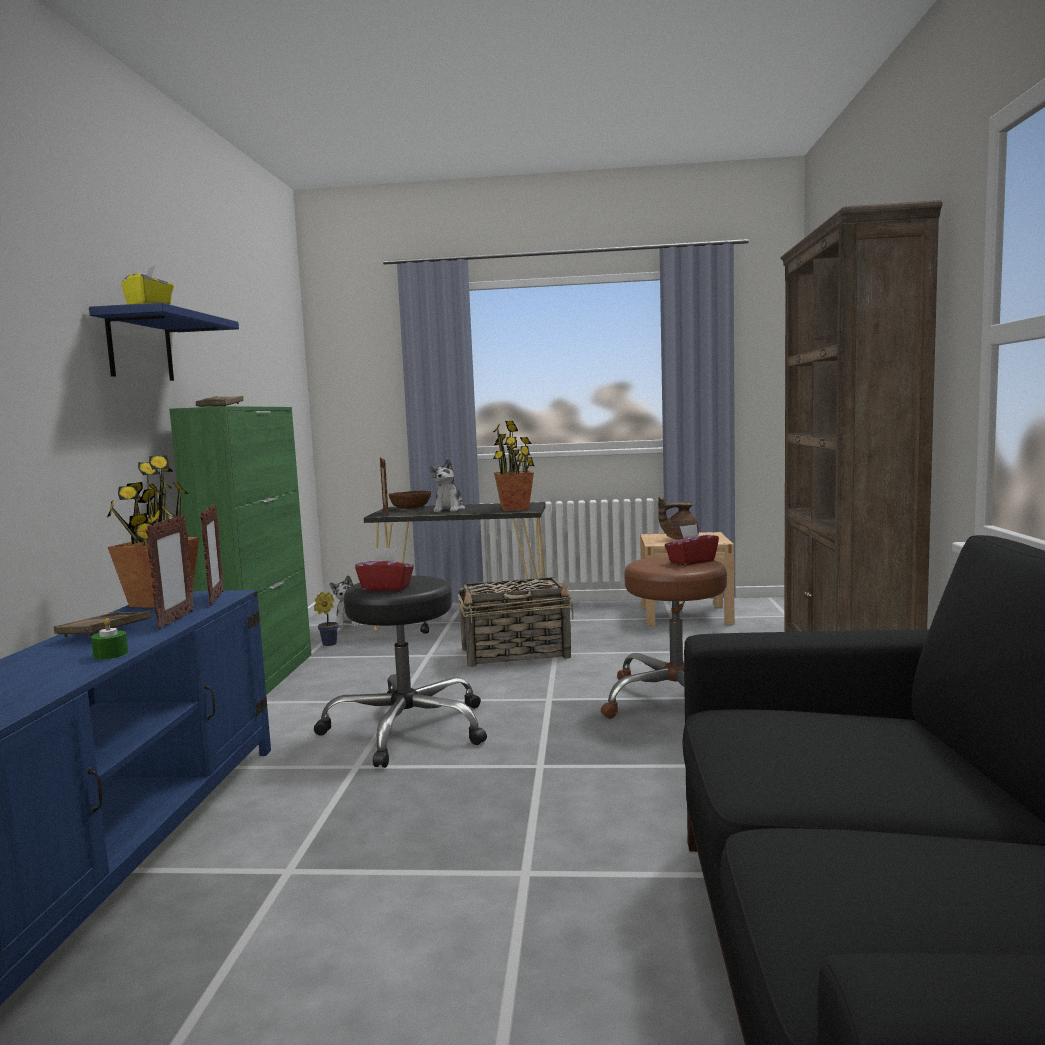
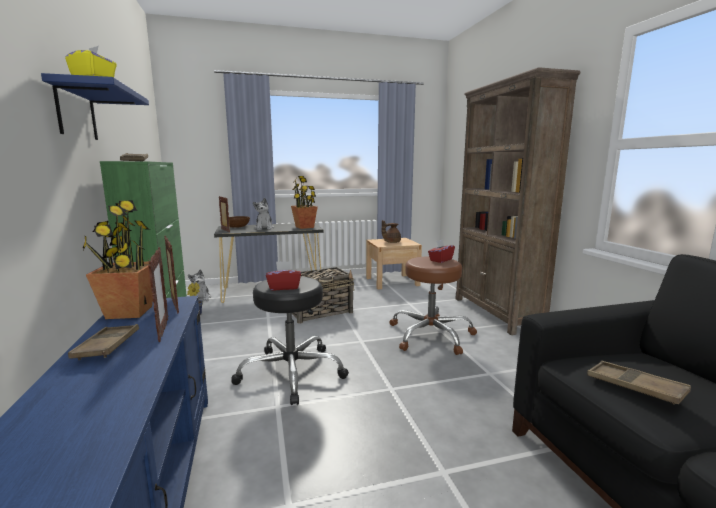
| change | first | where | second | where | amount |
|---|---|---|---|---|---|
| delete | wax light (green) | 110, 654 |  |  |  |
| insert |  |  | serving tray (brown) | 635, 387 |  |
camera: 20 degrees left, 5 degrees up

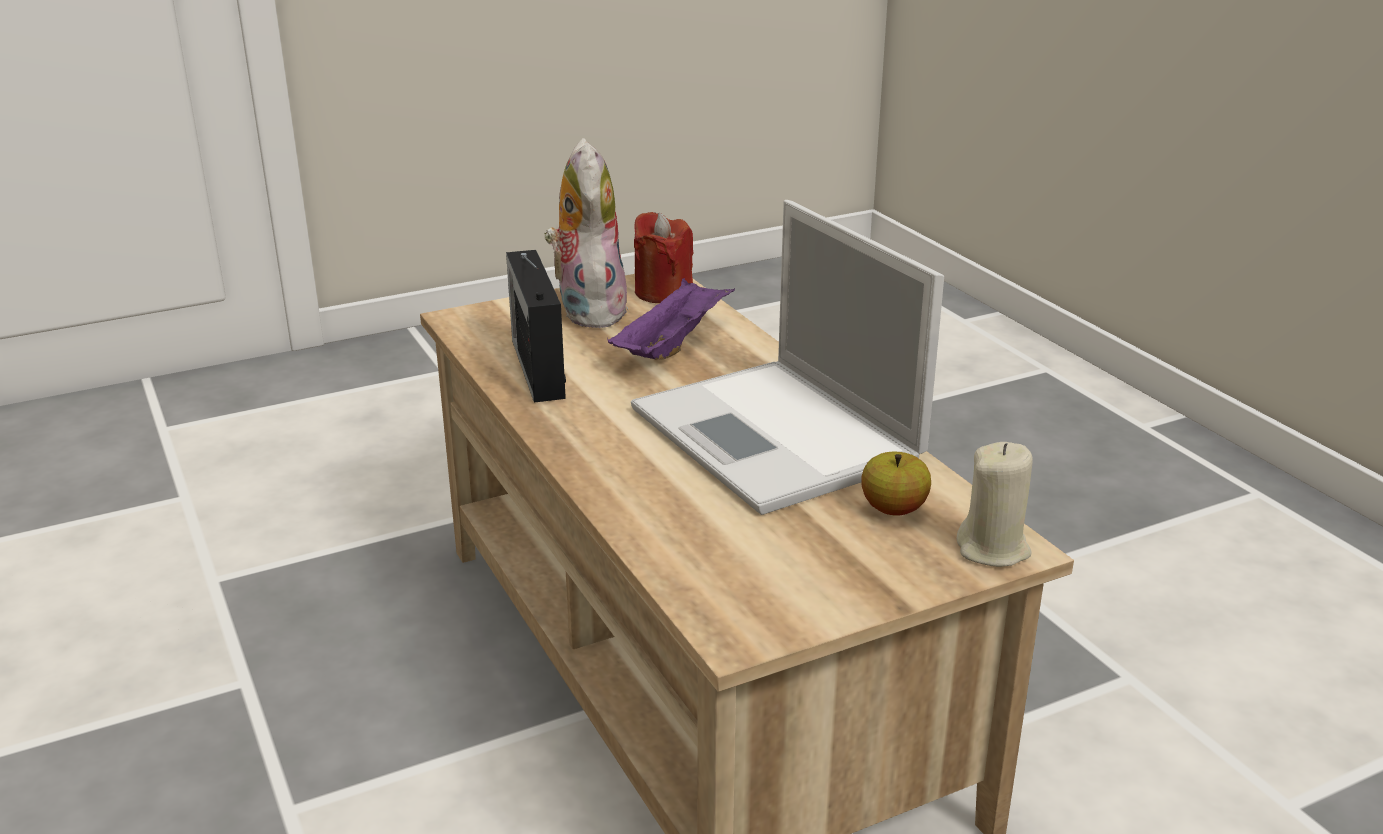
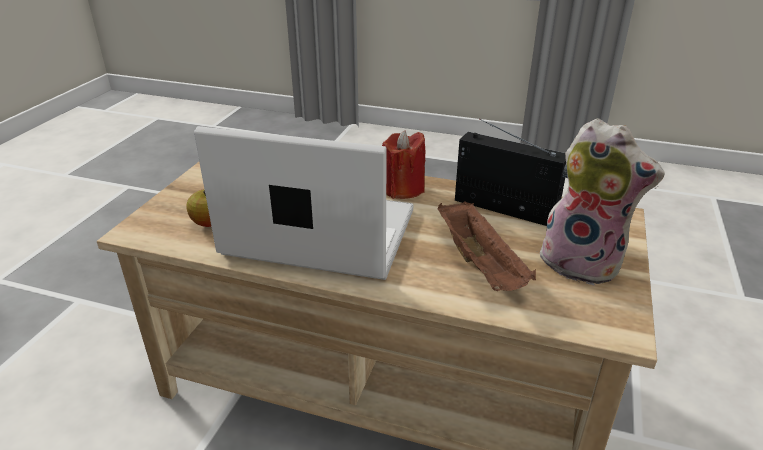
| change | first | where | second | where | amount |
|---|---|---|---|---|---|
| recolor | serving tray (purple) | 672, 344 | serving tray (brown) | 481, 265 |  |
| move | wax light (red-coloured) | 663, 292 |  | 403, 189 |  |
| delete | wax light (beige-coloured) | 993, 549 |  |  |  |
camera: 135 degrees right, 5 degrees up

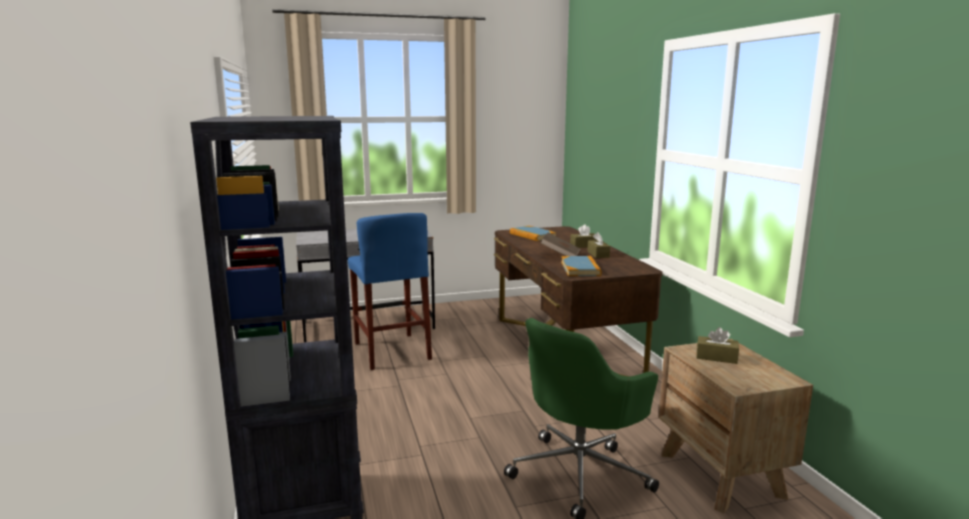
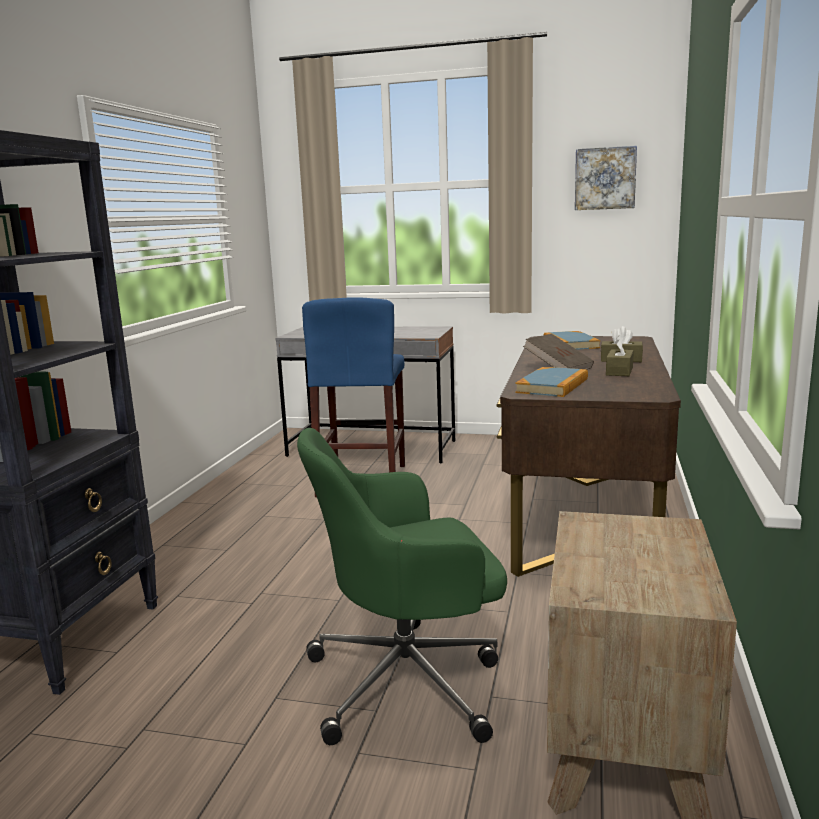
| change | first | where | second | where | amount |
|---|---|---|---|---|---|
| delete | tissue holder (brown) | 716, 357 |  |  |  |
| insert |  |  | picture | 605, 178 |  |
camera: 30 degrees right, 0 degrees up

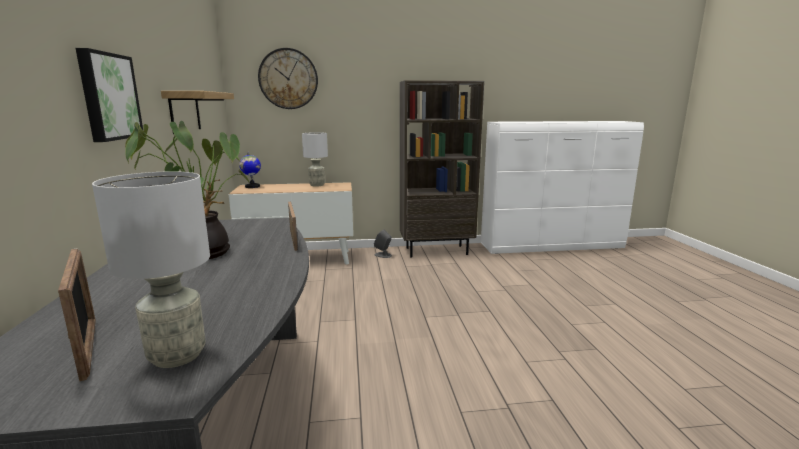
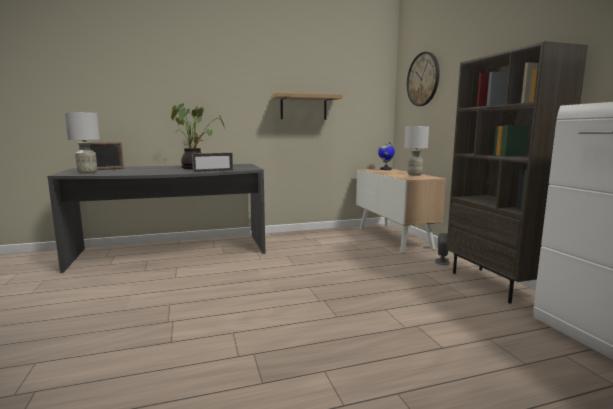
| change | first | where | second | where | amount |
|---|---|---|---|---|---|
| delete | picture | 108, 96 |  |  |  |
camera: 80 degrees right, 5 degrees down

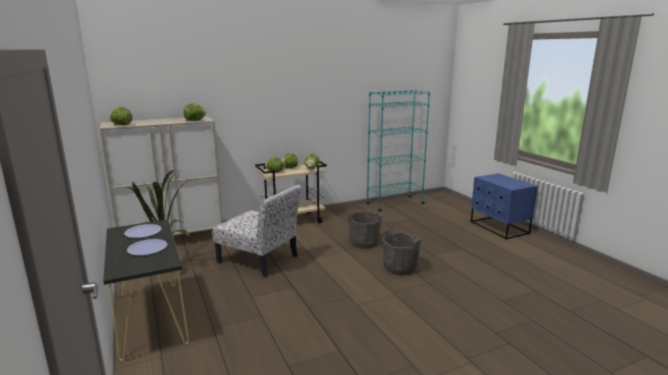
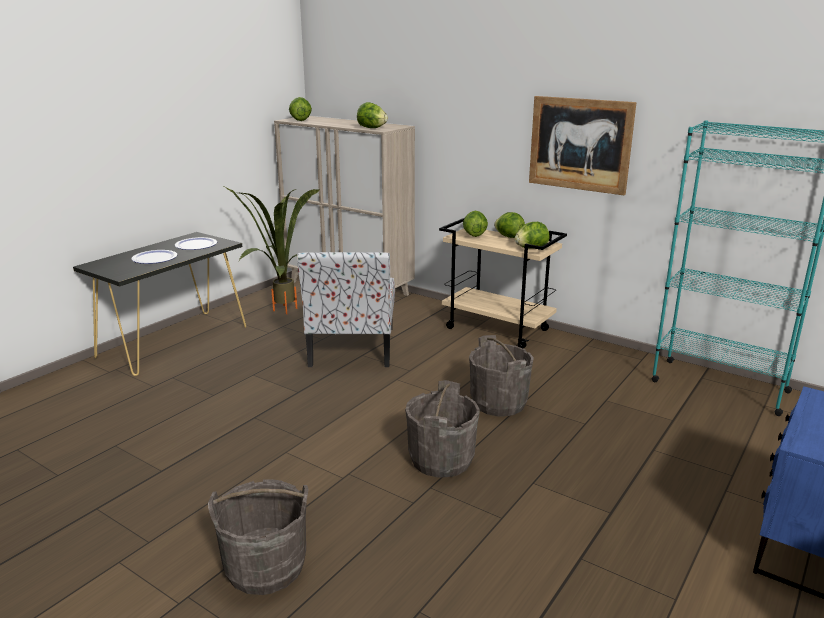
| change | first | where | second | where | amount |
|---|---|---|---|---|---|
| insert |  |  | pail (greyish) | 265, 567 |  |
| insert |  |  | picture | 580, 144 |  |
camera: 60 degrees right, 5 degrees up

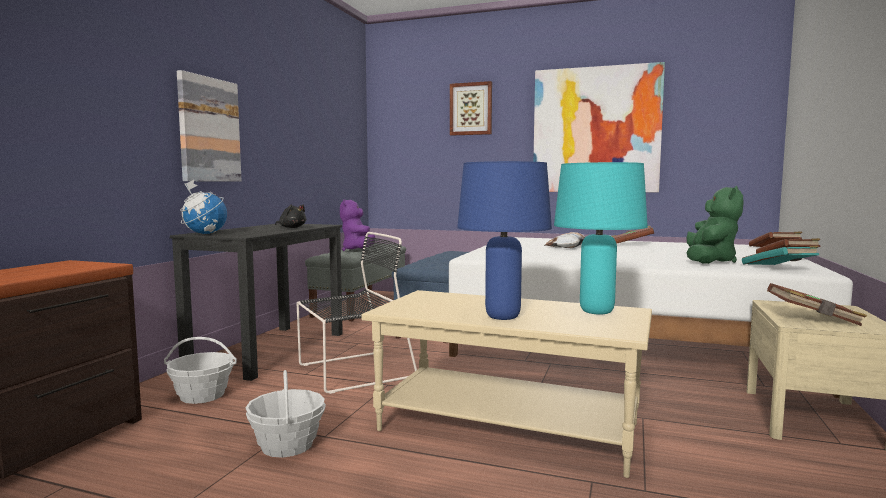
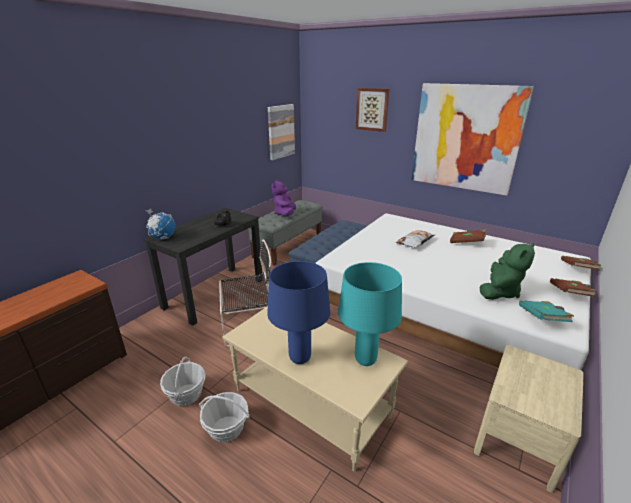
| change | first | where | second | where | amount |
|---|---|---|---|---|---|
| move | storage basket | 202, 395 |  | 227, 429 |  |
| move | picture | 208, 130 |  | 280, 131 |  |
| delete | volume (brown) | 813, 319 |  |  |  |
camera: 15 degrees right, 20 degrees up

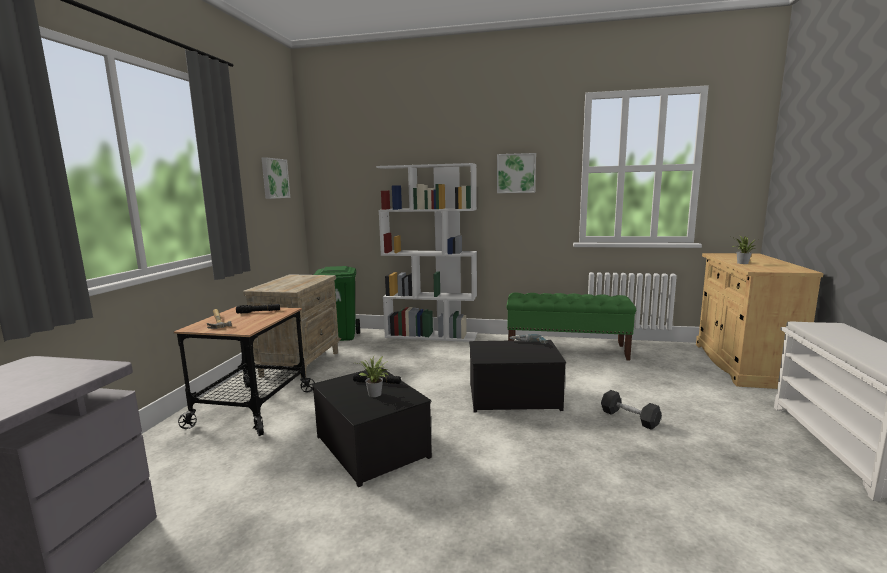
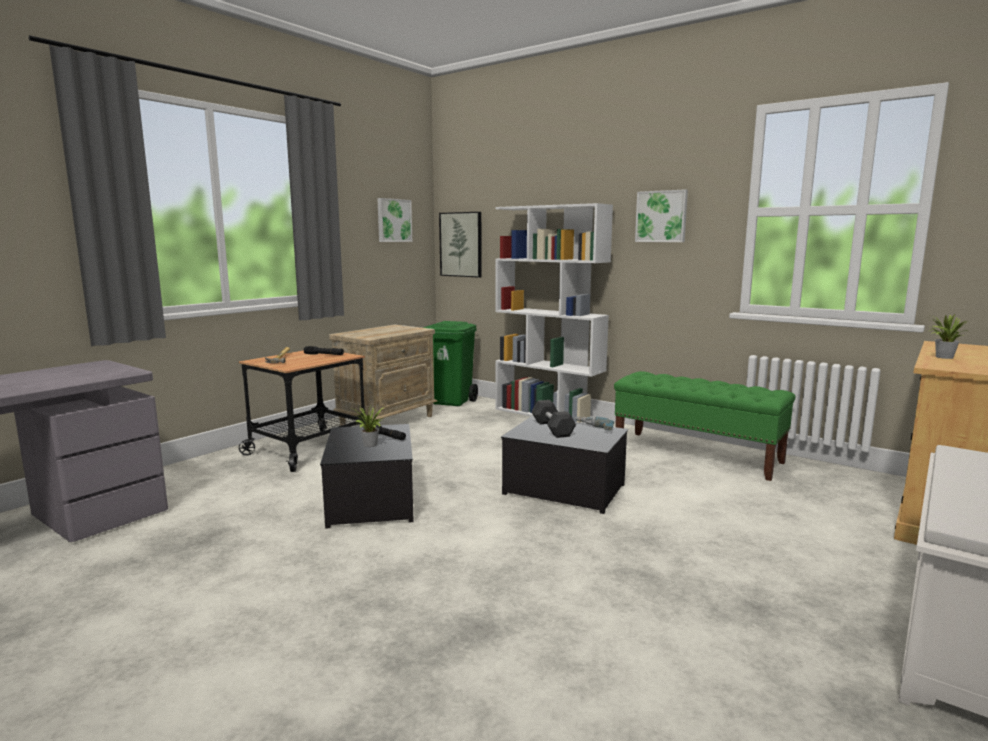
| change | first | where | second | where | amount |
|---|---|---|---|---|---|
| move | hand weight (greyish) | 629, 418 |  | 552, 428 |  |
| insert |  |  | picture | 461, 244 |  |
camera: 25 degrees right, 0 degrees up

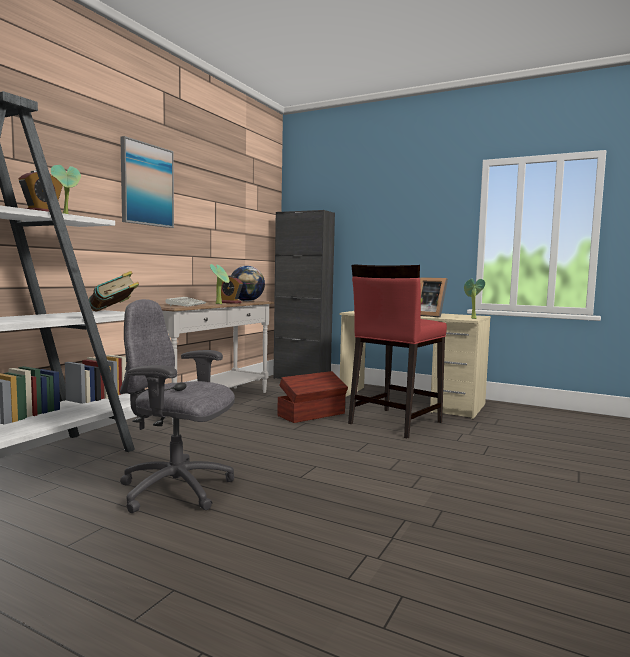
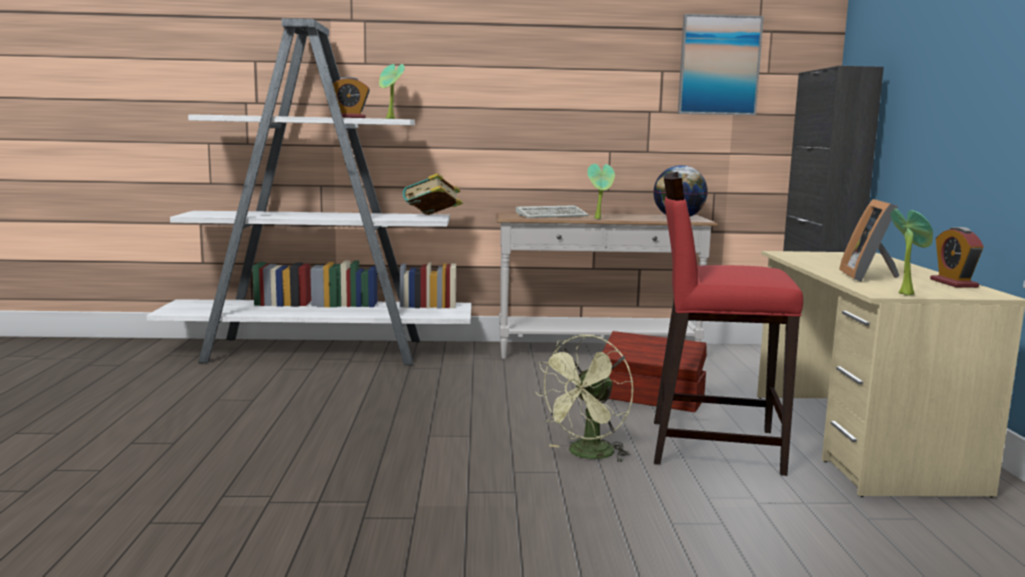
| change | first | where | second | where | amount |
|---|---|---|---|---|---|
| move | picture | 147, 185 |  | 719, 65 |  |
| delete | office chair (greyish) | 177, 490 |  |  |  |
| move | alarm clock | 229, 302 |  | 953, 283 |  |
| insert |  |  | fan (green) | 587, 455 |  |
camera: 60 degrees right, 5 degrees up

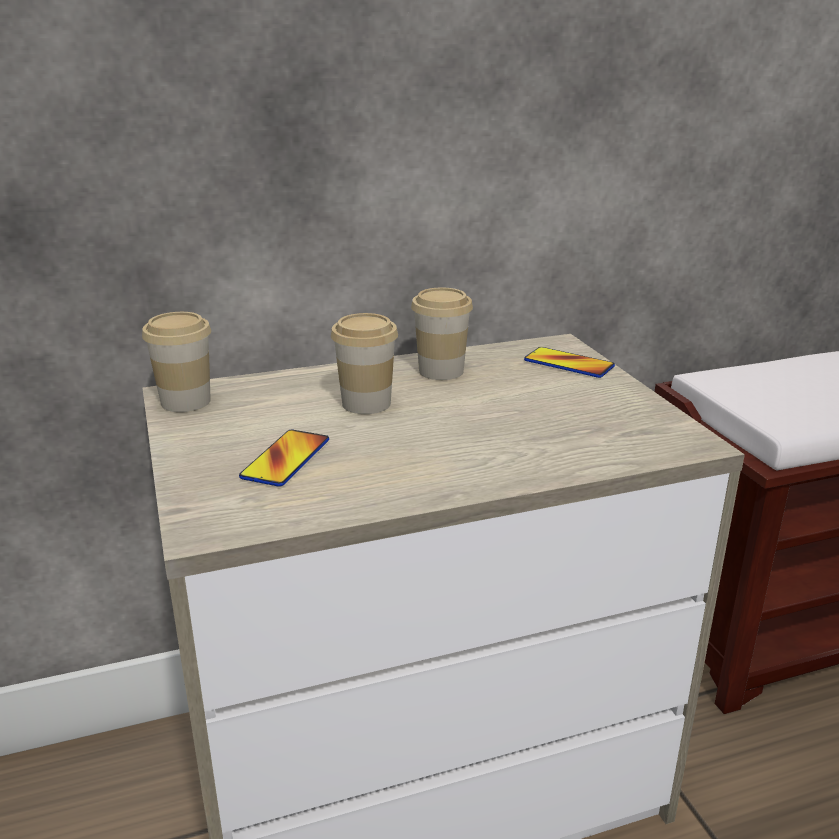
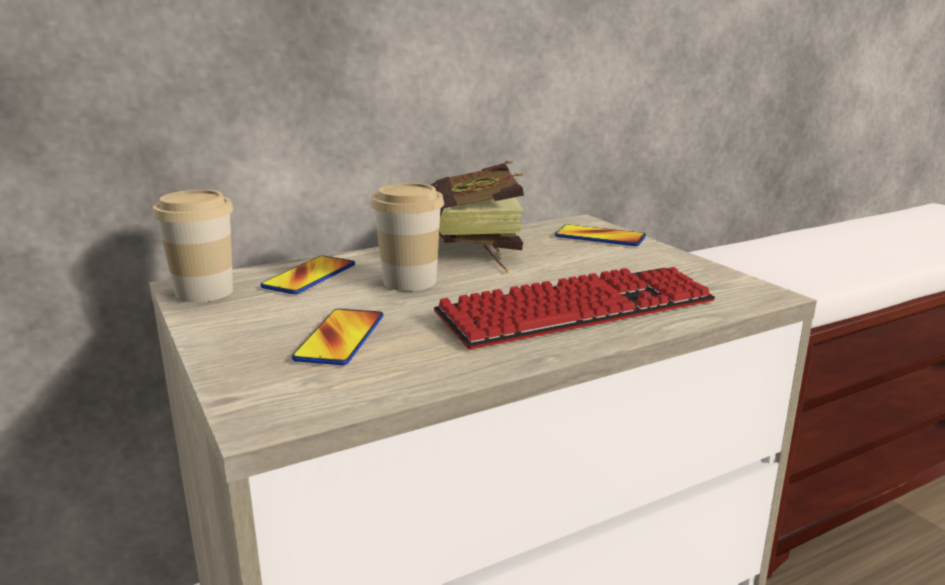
| change | first | where | second | where | amount |
|---|---|---|---|---|---|
| replace | cup | 441, 371 | volume | 475, 250 |  |
| insert |  |  | telephone | 309, 277 |  |
| insert |  |  | keyboard | 578, 310 |  |
camera: 10 degrees left, 5 degrees down

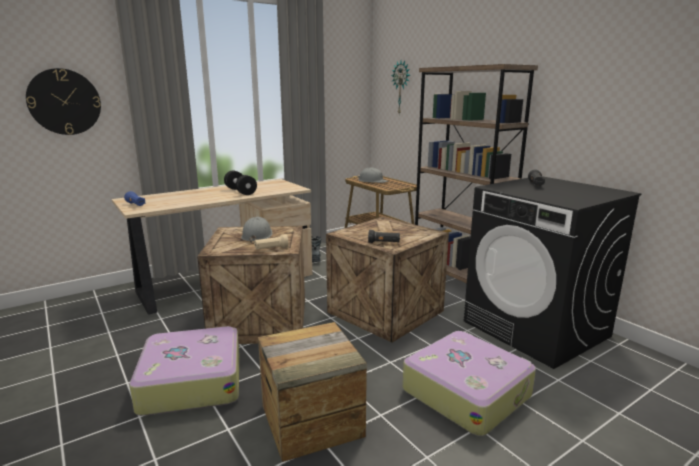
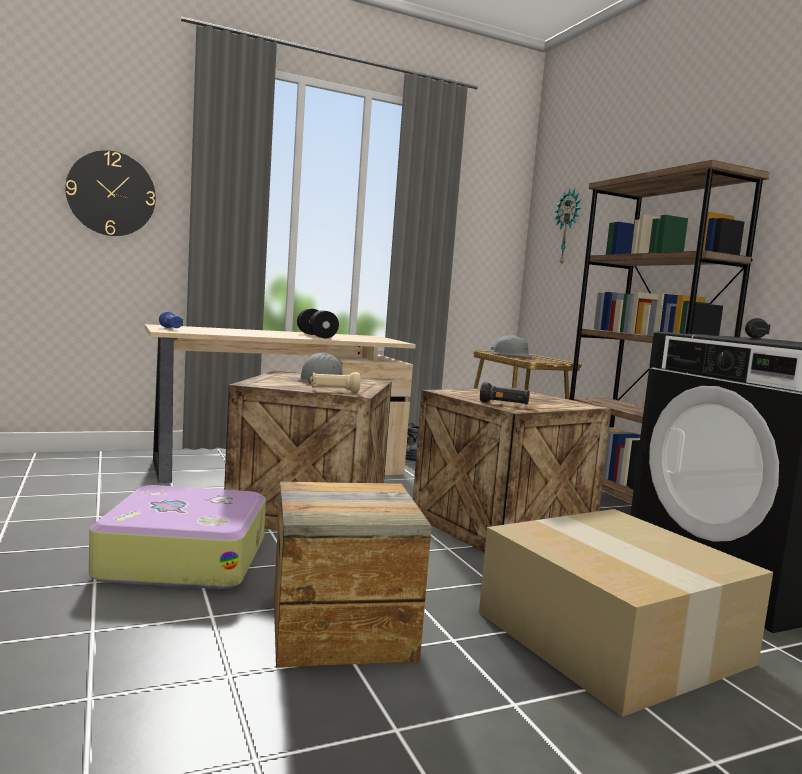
| change | first | where | second | where | amount |
|---|---|---|---|---|---|
| replace | suitcase | 466, 392 | cardboard box | 607, 636 |  |
camera: 10 degrees right, 10 degrees down

